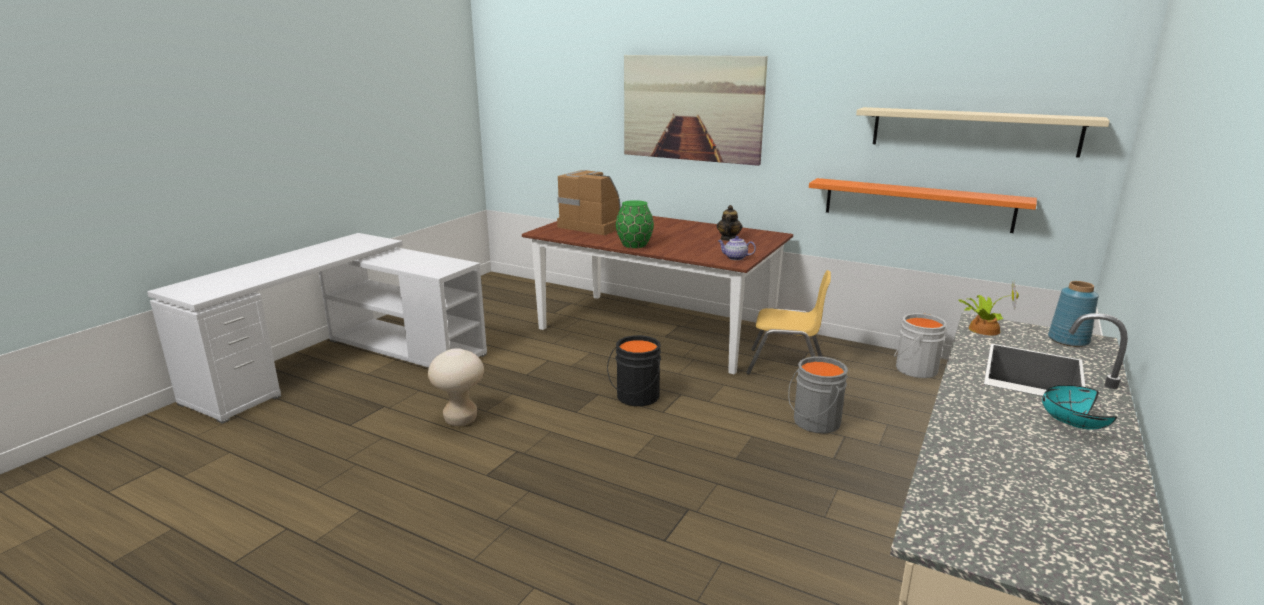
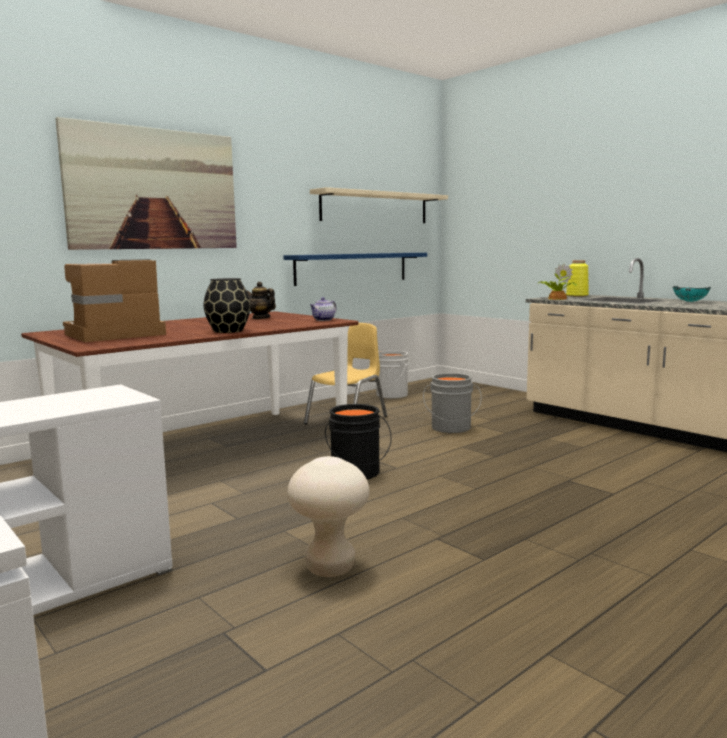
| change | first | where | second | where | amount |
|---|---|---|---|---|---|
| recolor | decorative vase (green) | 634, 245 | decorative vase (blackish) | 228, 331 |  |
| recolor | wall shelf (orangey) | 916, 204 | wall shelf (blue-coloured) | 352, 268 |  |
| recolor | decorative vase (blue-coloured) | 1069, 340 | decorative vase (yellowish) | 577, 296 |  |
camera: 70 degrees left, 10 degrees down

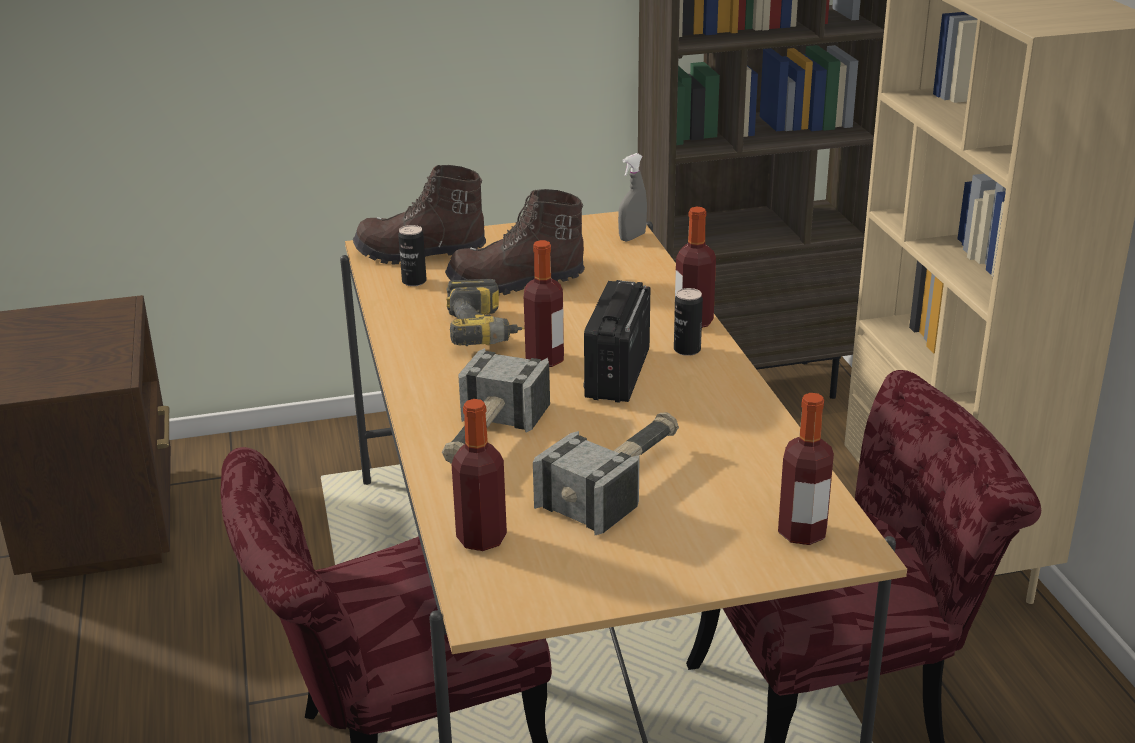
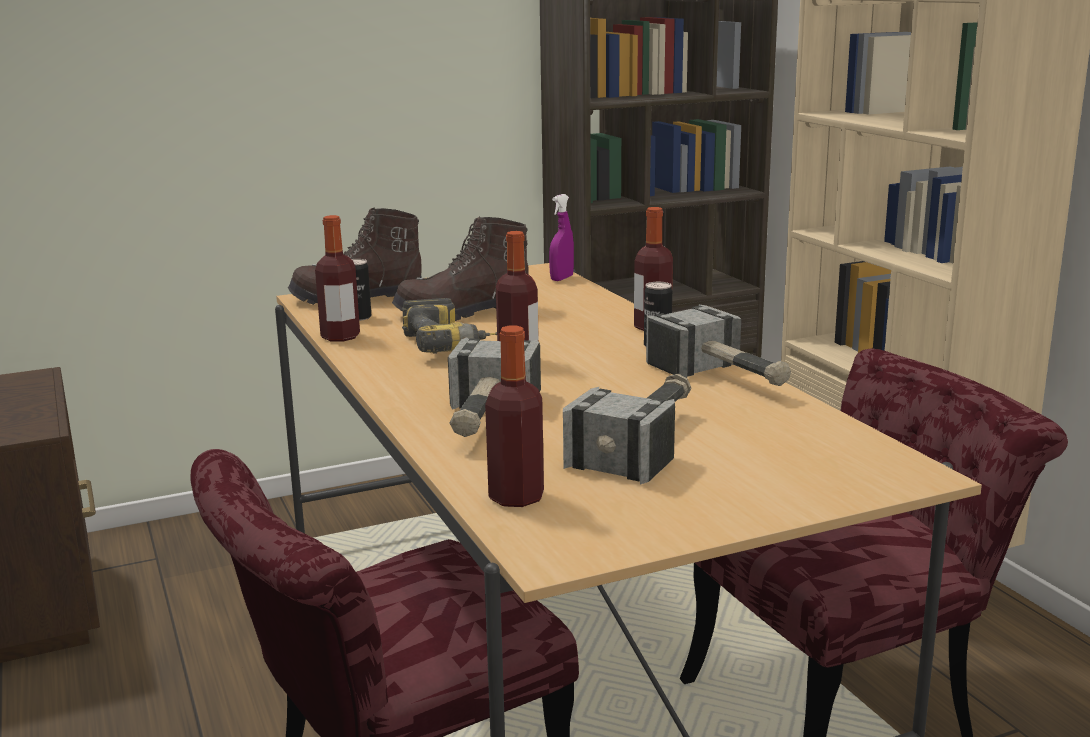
| change | first | where | second | where | amount |
|---|---|---|---|---|---|
| delete | radio receiver | 617, 374 |  |  |  |
| recolor | spray bottle (greyish) | 632, 237 | spray bottle (purple) | 561, 278 |  |
| move | bottle | 802, 532 |  | 340, 337 |  |
| insert |  |  | hammer | 723, 378 |  |
camera: 10 degrees left, 10 degrees down

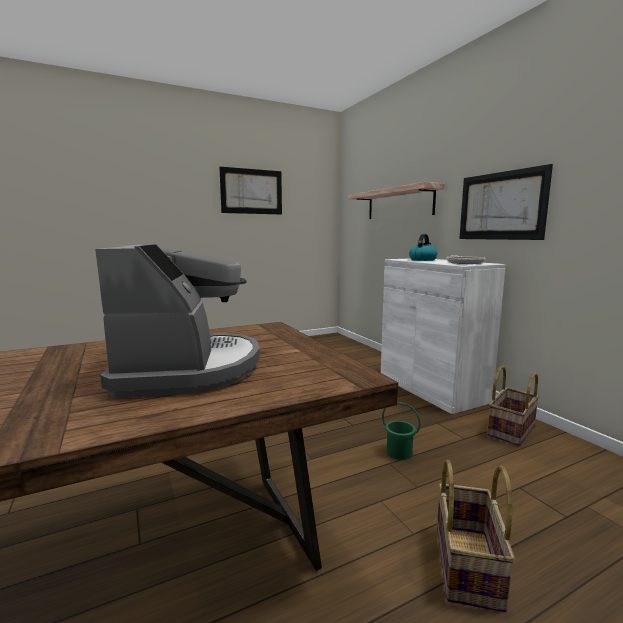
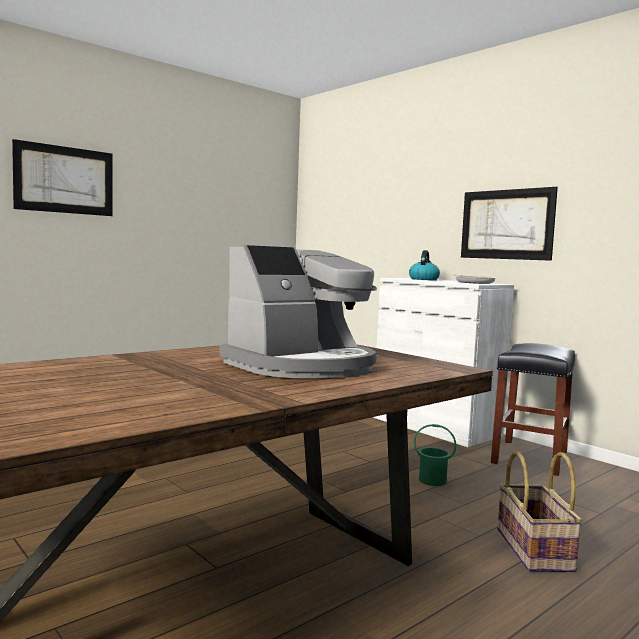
| change | first | where | second | where | amount |
|---|---|---|---|---|---|
| rotate | coffee maker | 189, 368 |  | 302, 366 | 75 degrees clockwise |
| move | picture | 251, 191 |  | 65, 180 |  |
| delete | wall shelf | 399, 203 |  |  |  |
| replace | storage basket | 510, 430 | stool (blackish) | 529, 456 |  |
camera: 15 degrees left, 5 degrees down

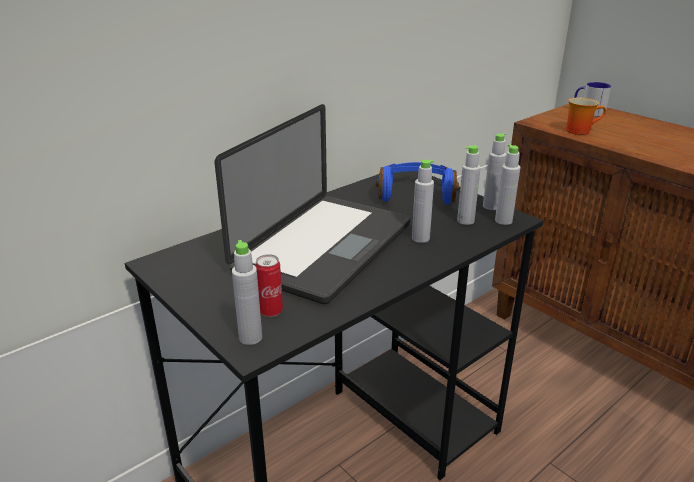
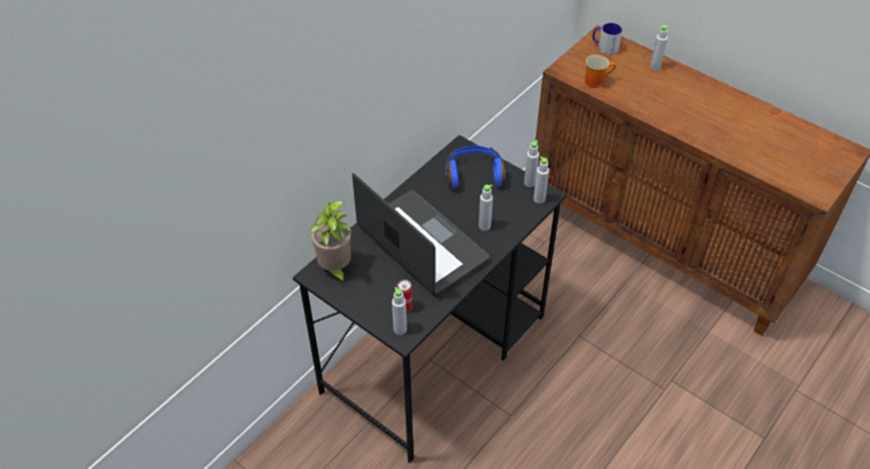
| change | first | where | second | where | amount |
|---|---|---|---|---|---|
| rotate | notebook computer | 325, 248 |  | 422, 244 | 60 degrees counterclockwise |
| move | bottle (greyish) | 465, 221 |  | 655, 67 |  |
| insert |  |  | potted plant | 335, 269 |  |
camera: 10 degrees left, 20 degrees up

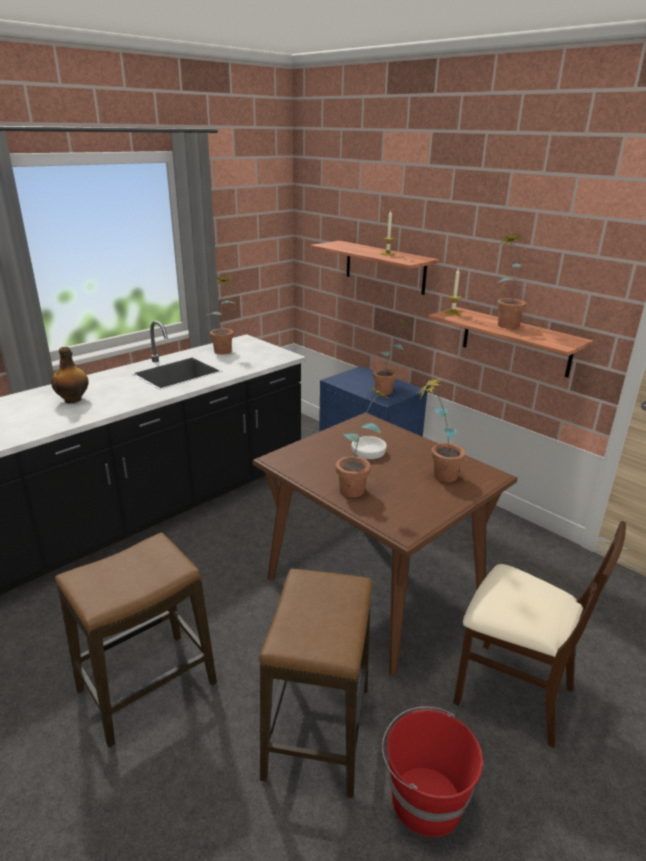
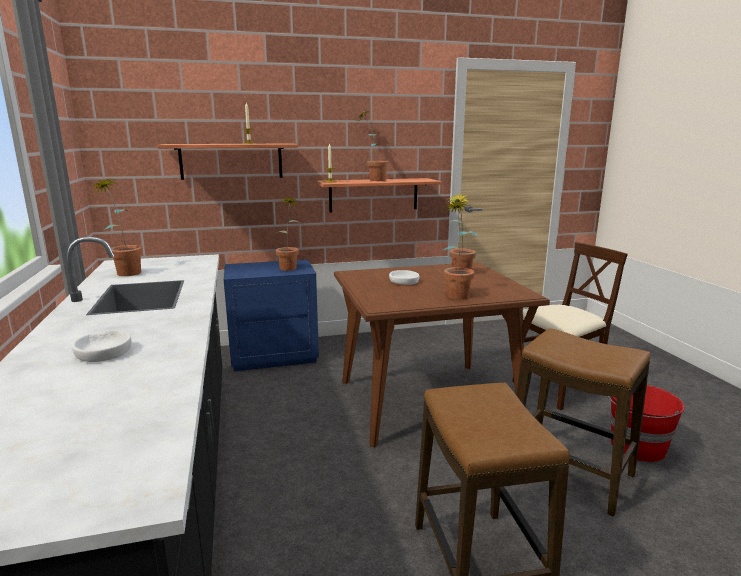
| change | first | where | second | where | amount |
|---|---|---|---|---|---|
| replace | bottle | 73, 400 | deep dish (white) | 104, 352 |  |
camera: 60 degrees left, 10 degrees down

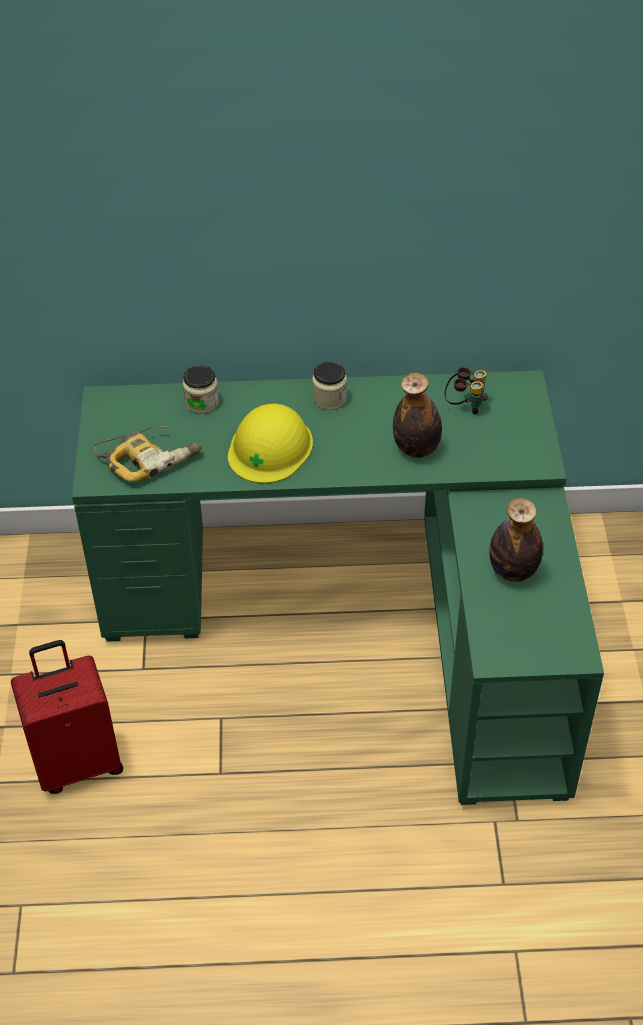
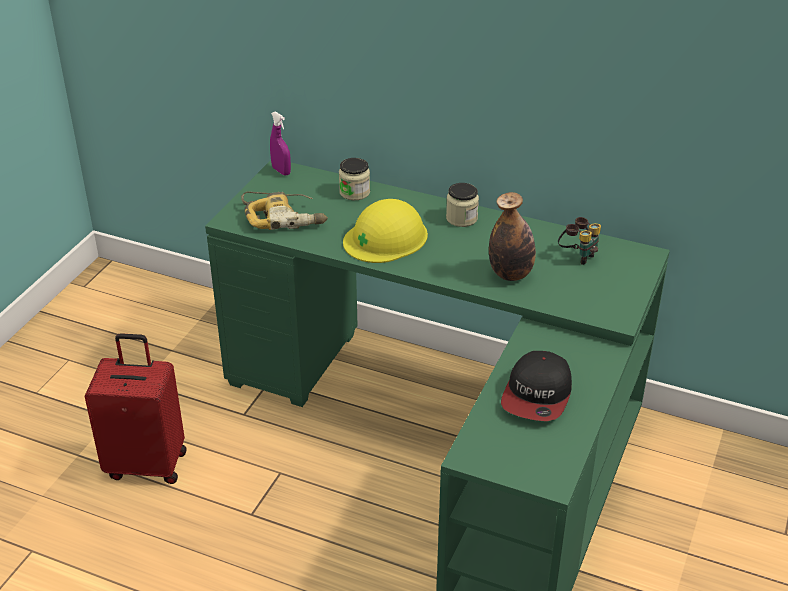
| change | first | where | second | where | amount |
|---|---|---|---|---|---|
| replace | bottle | 513, 571 | baseball cap | 537, 395 |  |
| insert |  |  | spray bottle (purple) | 281, 171 |  |
camera: 25 degrees right, 10 degrees down

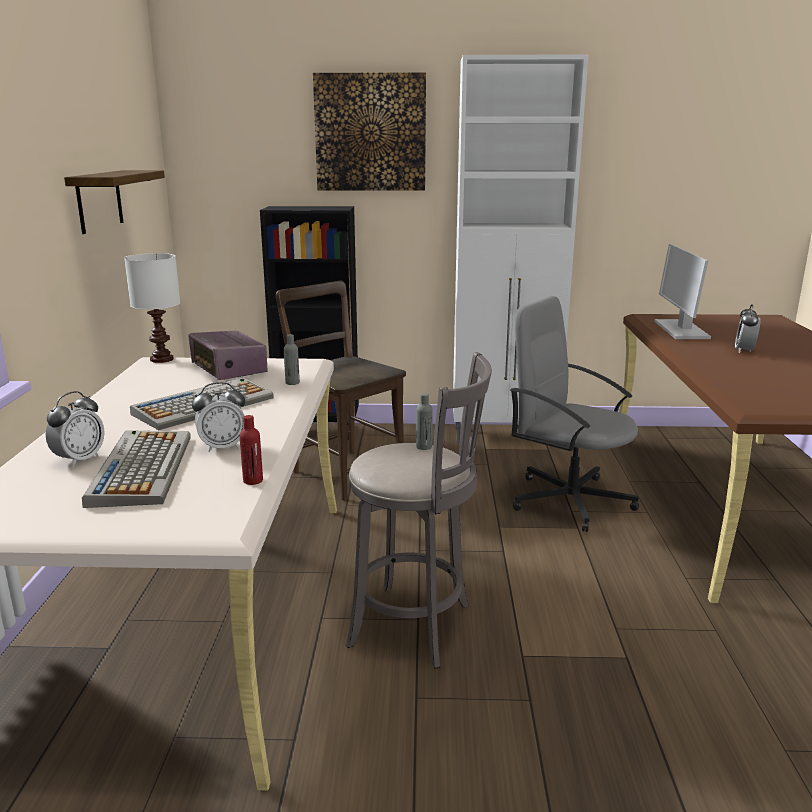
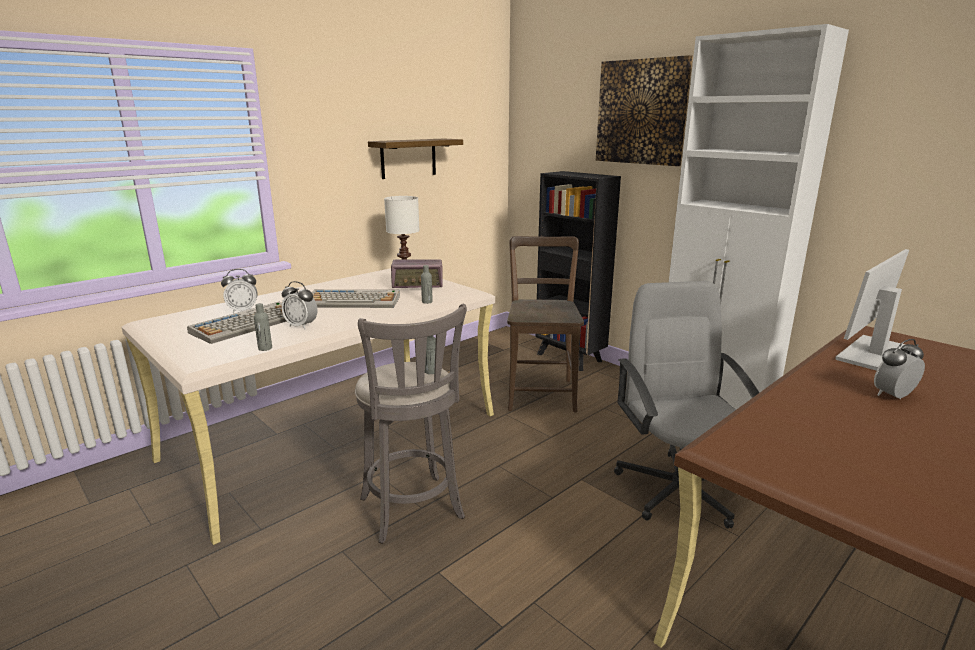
| change | first | where | second | where | amount |
|---|---|---|---|---|---|
| rotate | radio receiver | 229, 370 |  | 418, 284 | 105 degrees counterclockwise |
| recolor | bottle (red-coloured) | 253, 481 | bottle (greyish) | 265, 348 |  |
camera: 45 degrees right, 0 degrees up

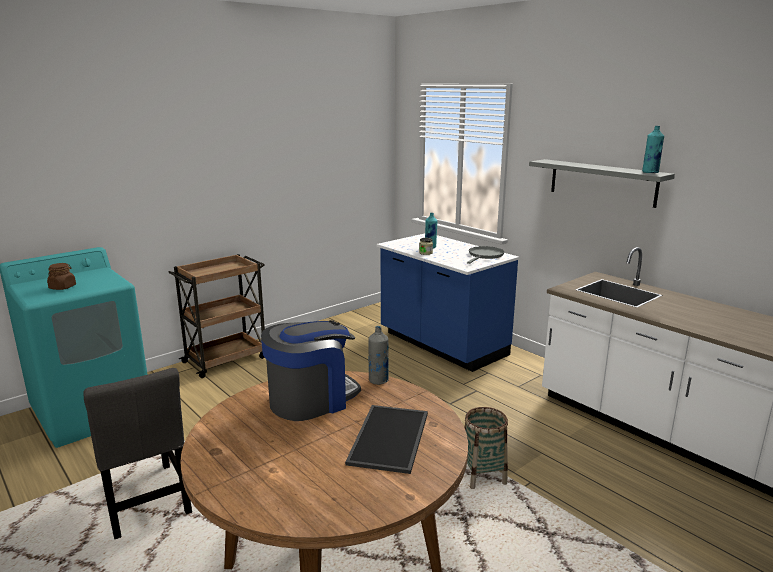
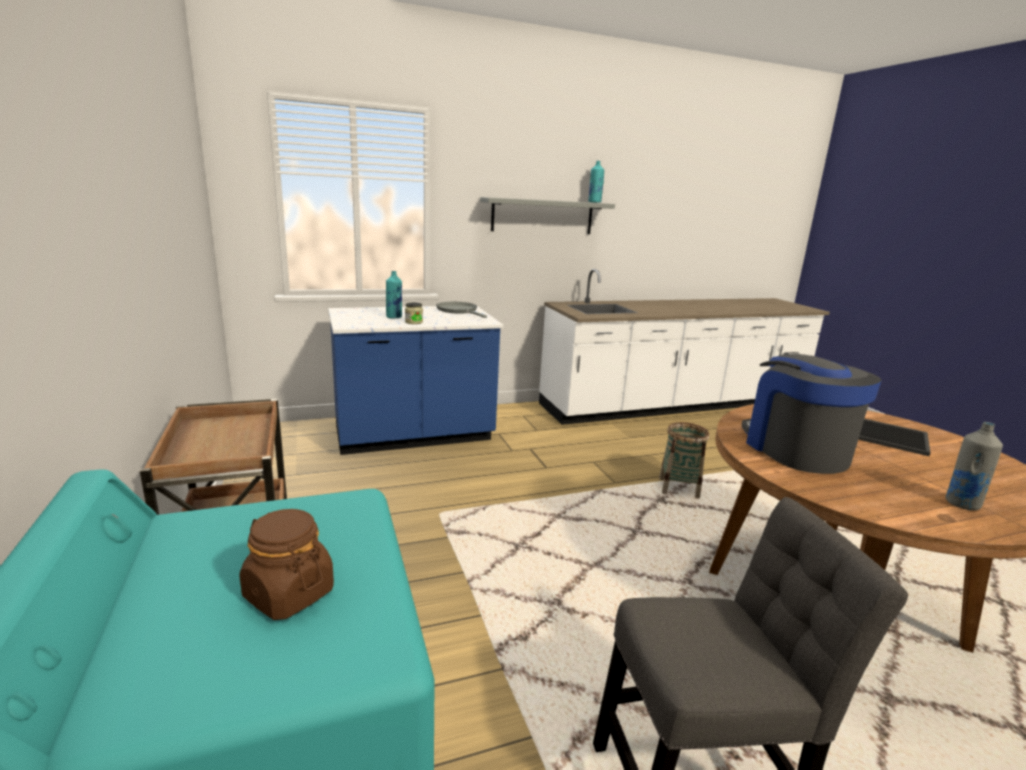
| change | first | where | second | where | amount |
|---|---|---|---|---|---|
| move | bottle (greyish) | 378, 380 |  | 961, 503 |  |
camera: 70 degrees left, 0 degrees up

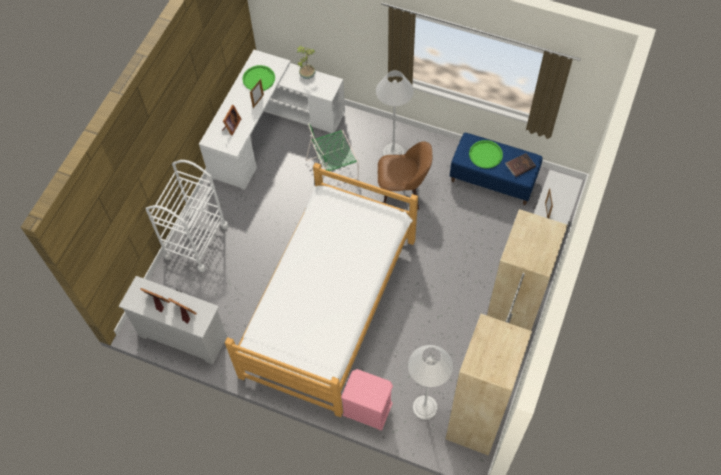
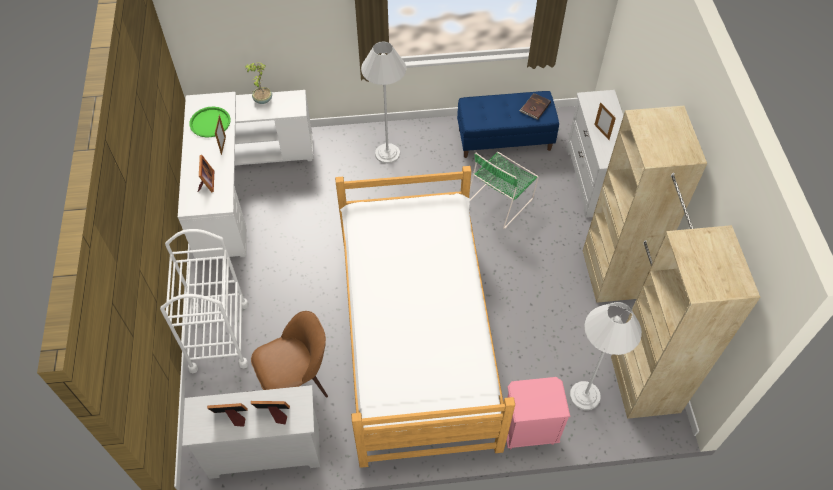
| change | first | where | second | where | amount |
|---|---|---|---|---|---|
| move | plain chair (green) | 333, 168 |  | 500, 200 |  |
| move | plain chair (brown) | 403, 191 |  | 296, 382 |  |
| delete | serving tray (green) | 485, 154 |  |  |  |
camera: 30 degrees left, 5 degrees down

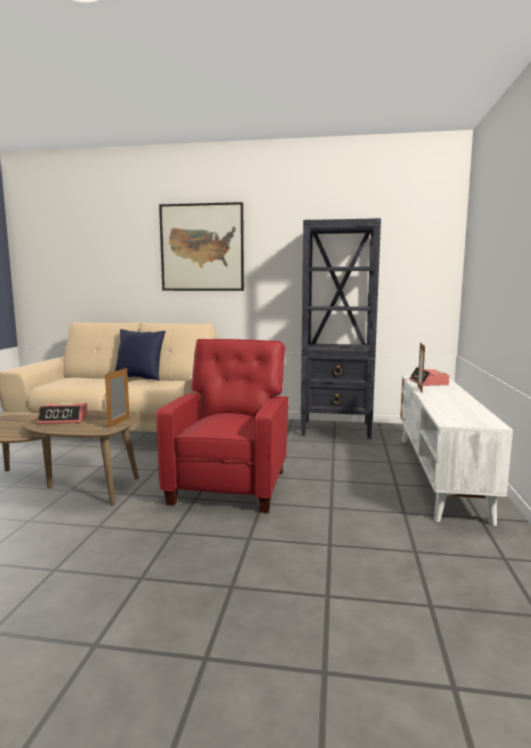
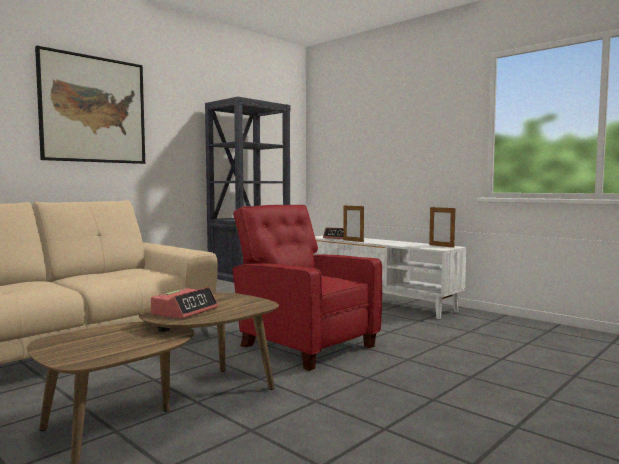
| change | first | where | second | where | amount |
|---|---|---|---|---|---|
| move | picture frame | 119, 423 |  | 441, 246 |  |
| delete | cushion (blue-coloured) | 140, 378 |  |  |  |
camera: 55 degrees left, 5 degrees down

